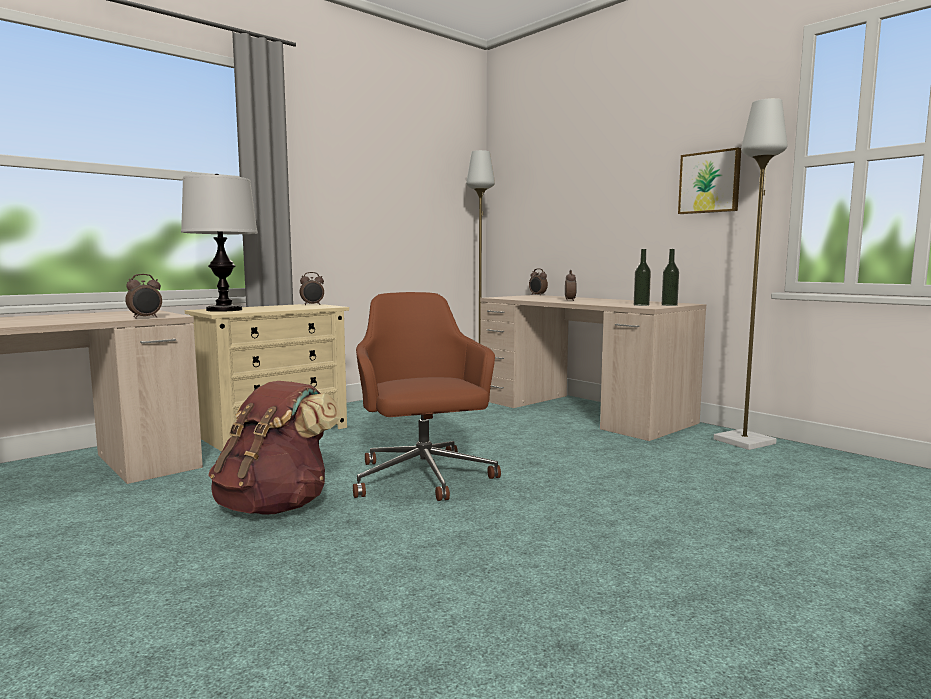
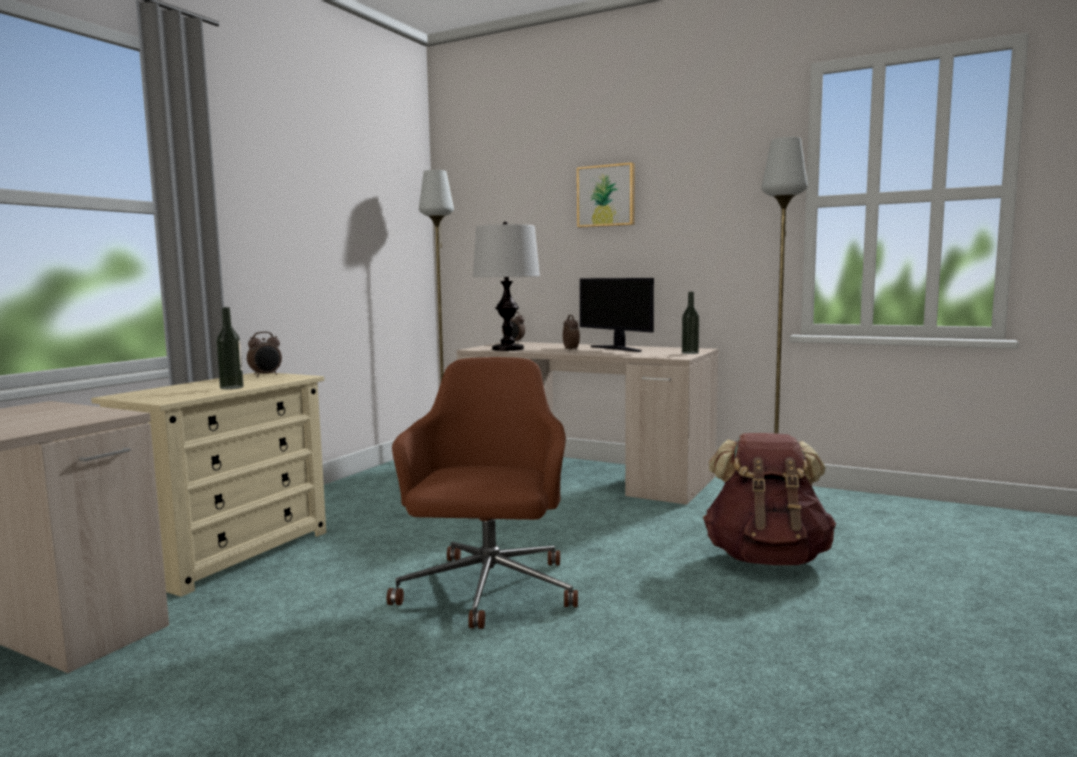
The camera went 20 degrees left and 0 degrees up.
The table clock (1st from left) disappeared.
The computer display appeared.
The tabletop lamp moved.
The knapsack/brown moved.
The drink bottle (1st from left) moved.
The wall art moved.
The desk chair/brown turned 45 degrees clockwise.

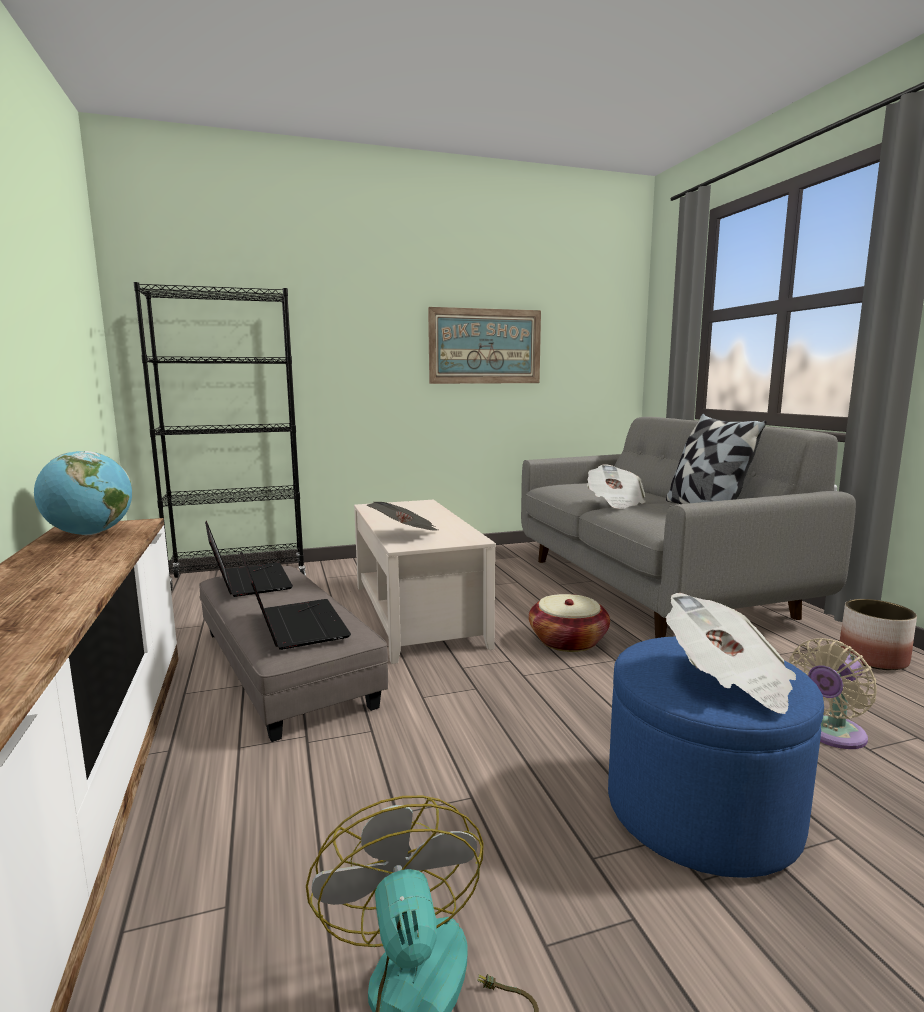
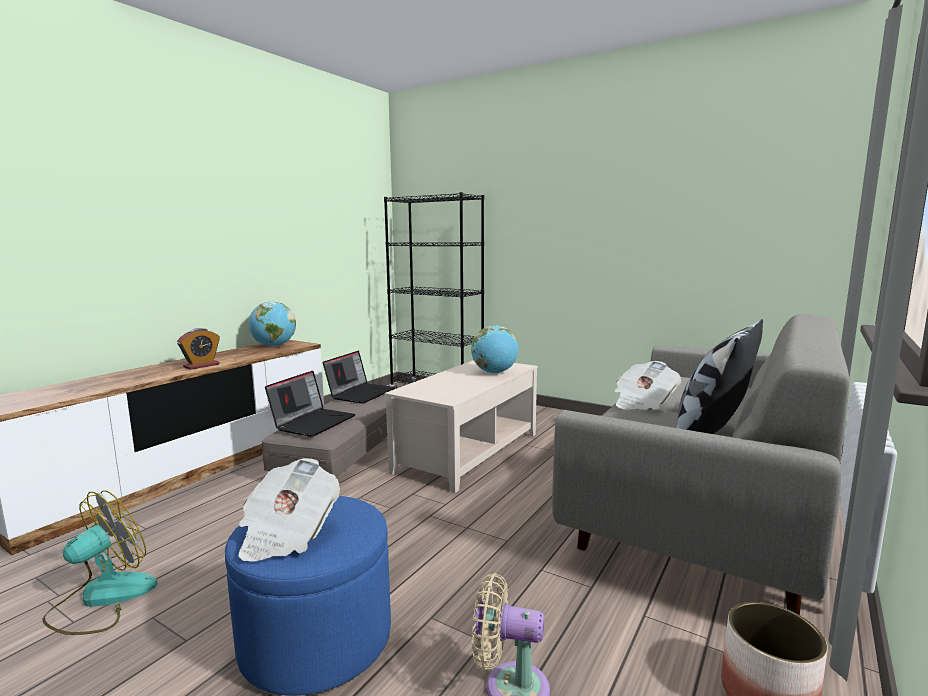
The camera went 50 degrees right and 0 degrees up.
The printed paper (1st from left) disappeared.
The wall art disappeared.
The household basket disappeared.
The table clock appeared.
The world globe (2nd from left) appeared.

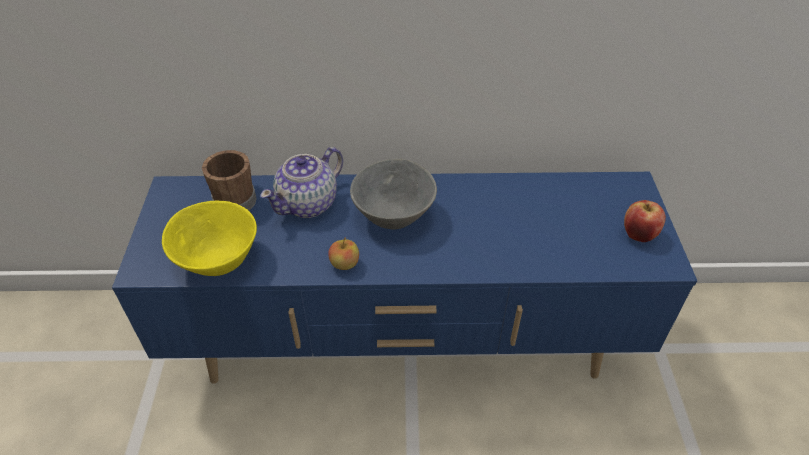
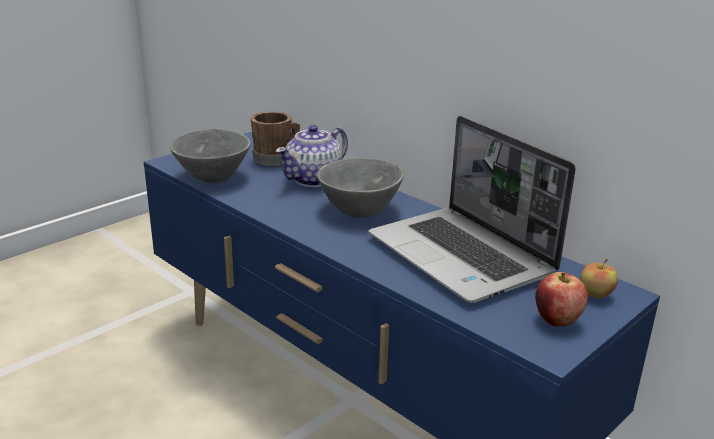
The camera went 45 degrees right and 20 degrees down.
The laptop appeared.
The apple fruit (1st from left in the first image) moved.
The deep dish/yellow-coloured became the deep dish/gray (1st from left).
The tea pot turned 45 degrees counterclockwise.

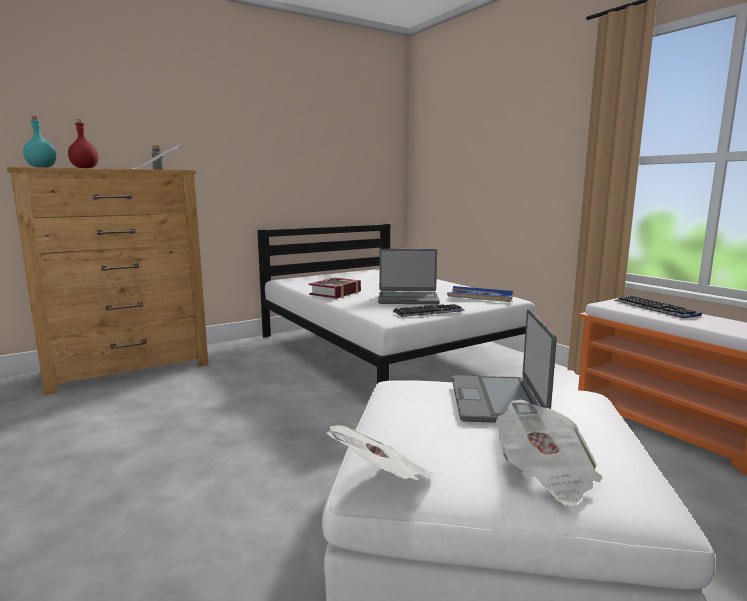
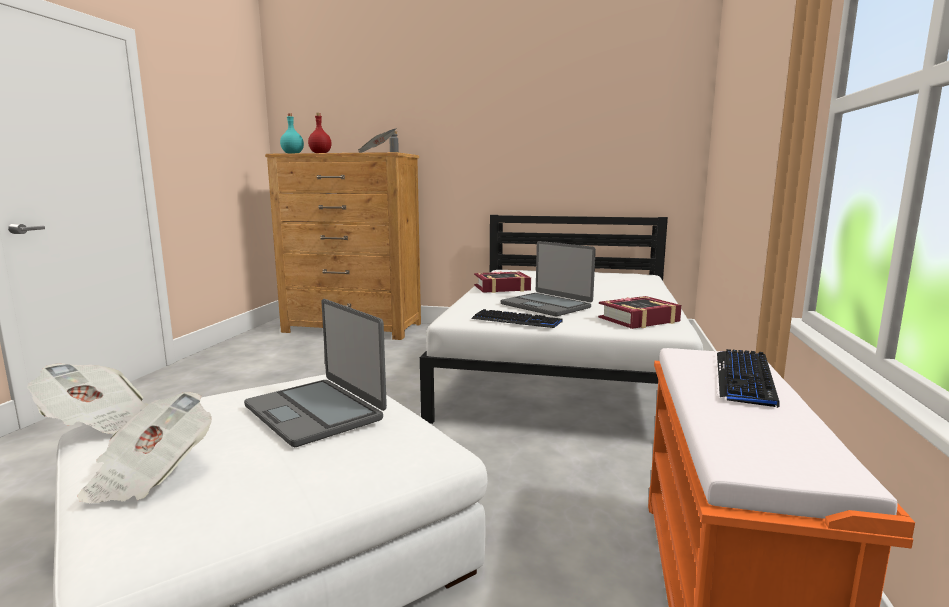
The camera went 45 degrees right and 0 degrees up.
The serving tray/blue-coloured was replaced by the bound book (2nd from left).
The laptop (2nd from left in the first image) turned 90 degrees counterclockwise.

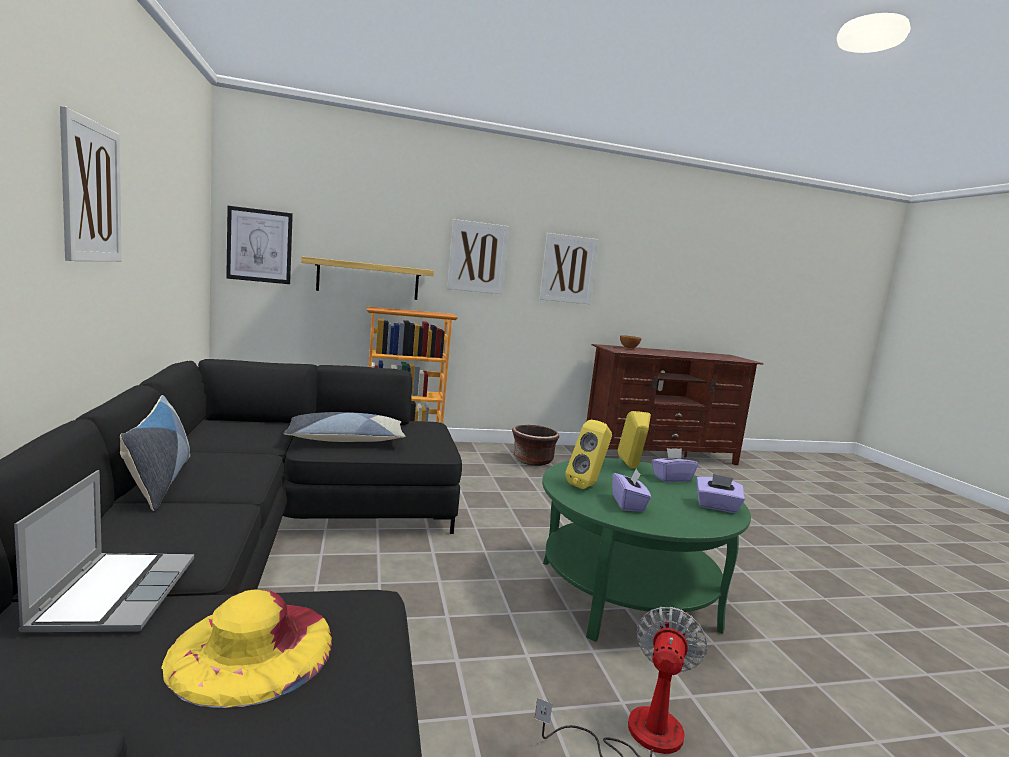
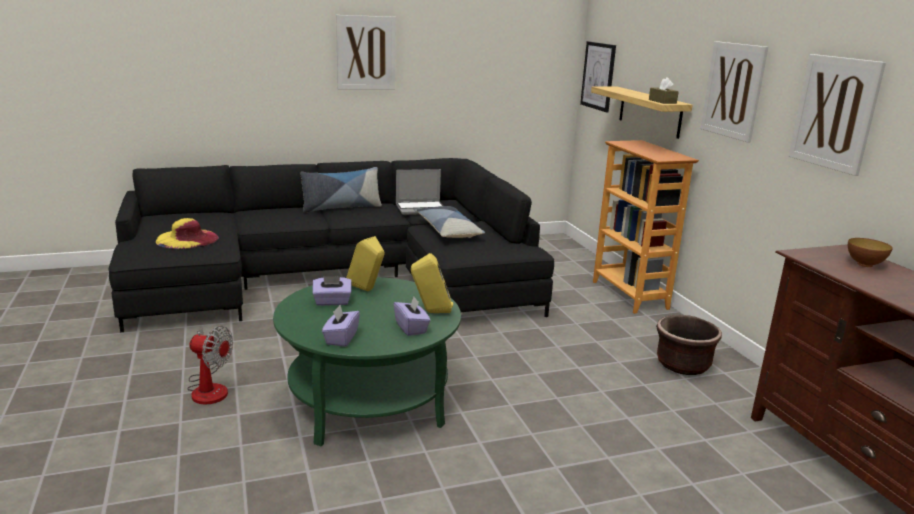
The camera went 85 degrees right and 10 degrees up.
The tissue holder/brown appeared.
The laptop moved.

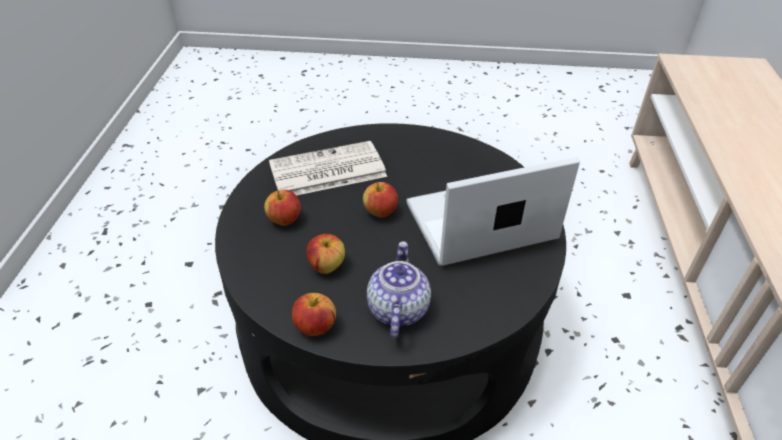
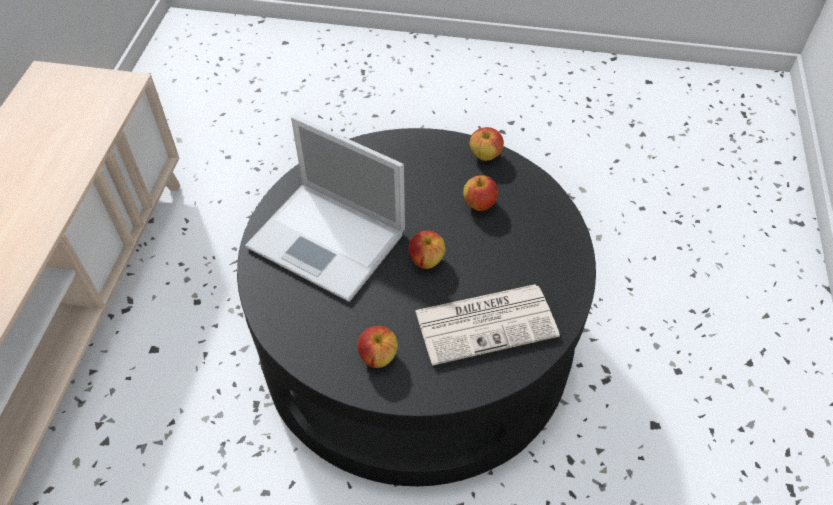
The camera went 175 degrees left and 10 degrees up.
The tea pot disappeared.
The apple fruit (1st from left) moved.
The laptop turned 45 degrees clockwise.

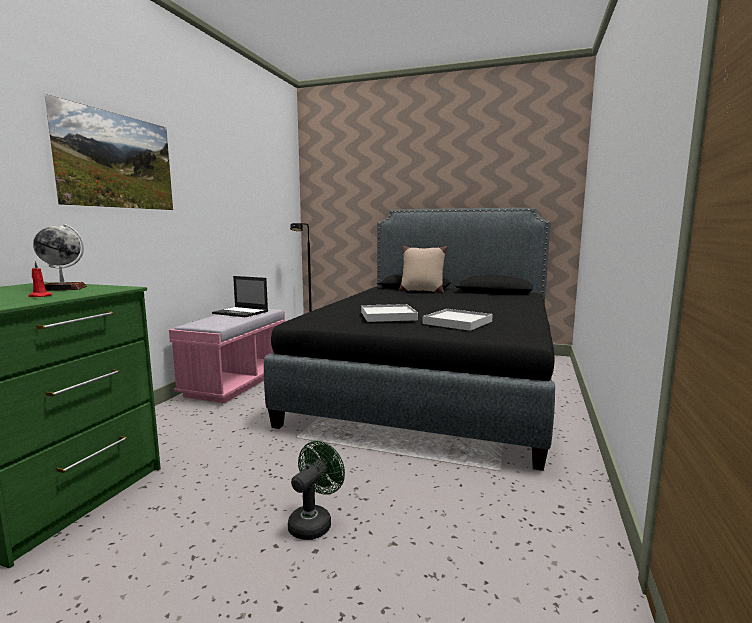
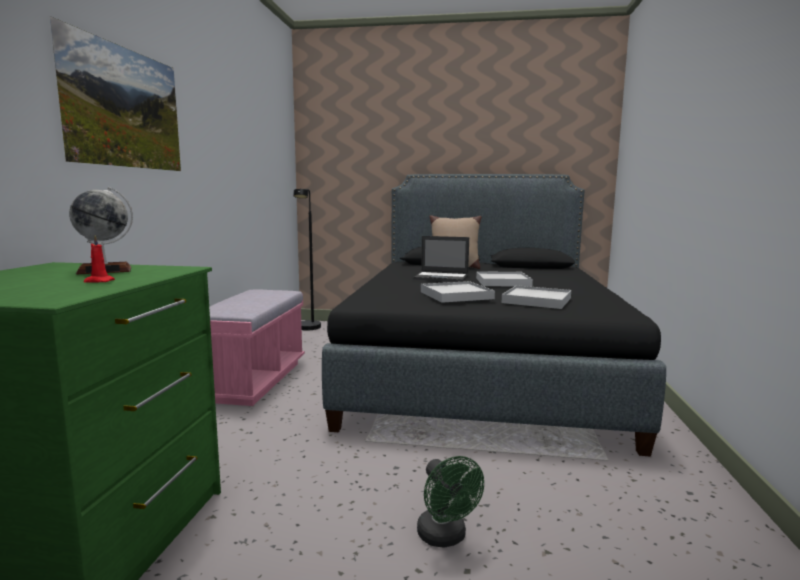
The camera went 10 degrees left and 0 degrees up.
The serving tray/white-coloured (2nd from left) appeared.
The laptop moved.
The cooling fan/greenish turned 135 degrees clockwise.

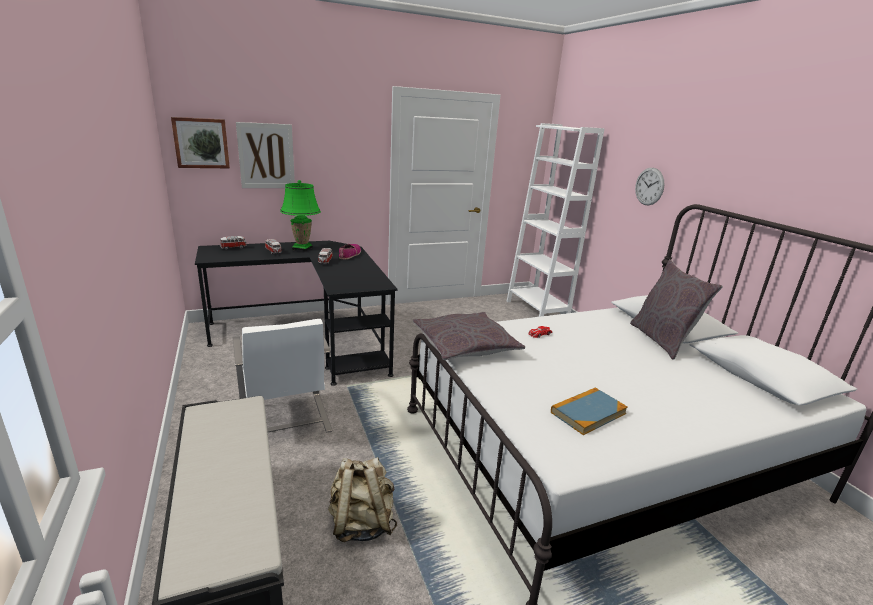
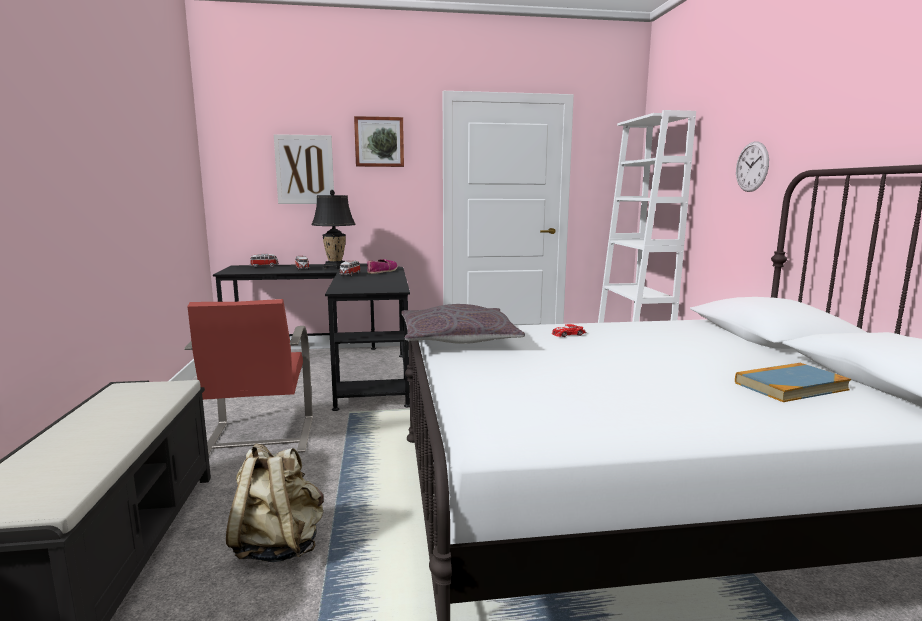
The camera went 15 degrees right and 10 degrees down.
The pillow/gray (2nd from left) disappeared.
The wall art (1st from left in the first image) moved.
The bound book moved.
The upright chair/white-coloured became the upright chair/red-coloured.
The tabletop lamp/greenish became the tabletop lamp/black.

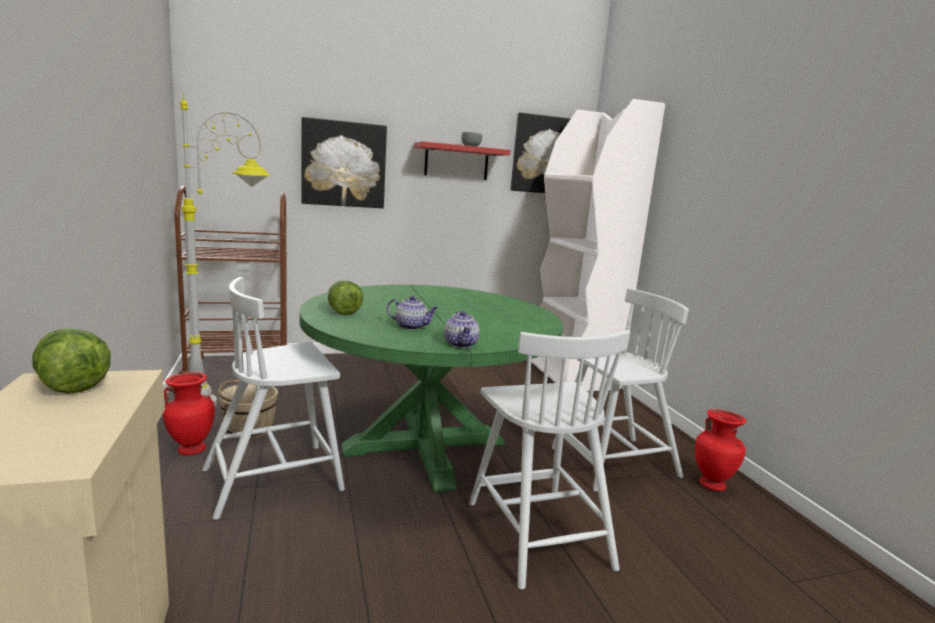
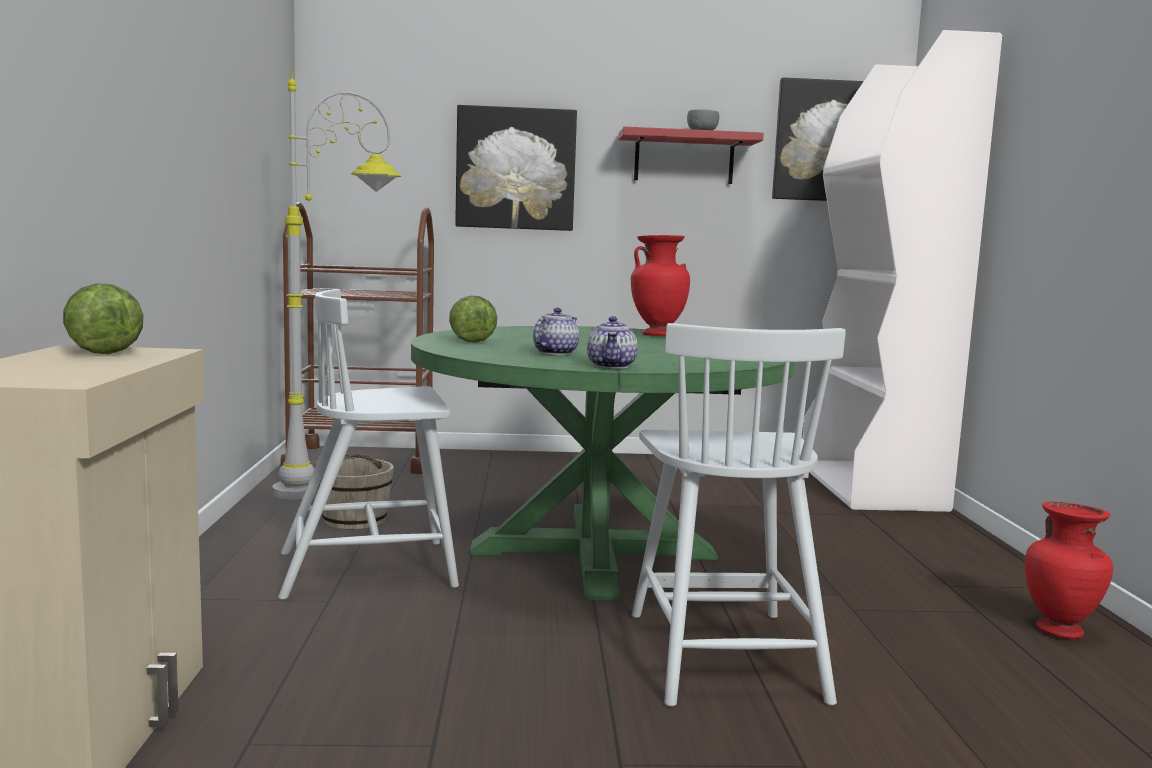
The camera went 15 degrees right and 5 degrees down.
The upright chair/white-coloured (3rd from left) disappeared.
The vase/red-coloured (1st from left) moved.
The tea pot (1st from left) turned 90 degrees counterclockwise.

